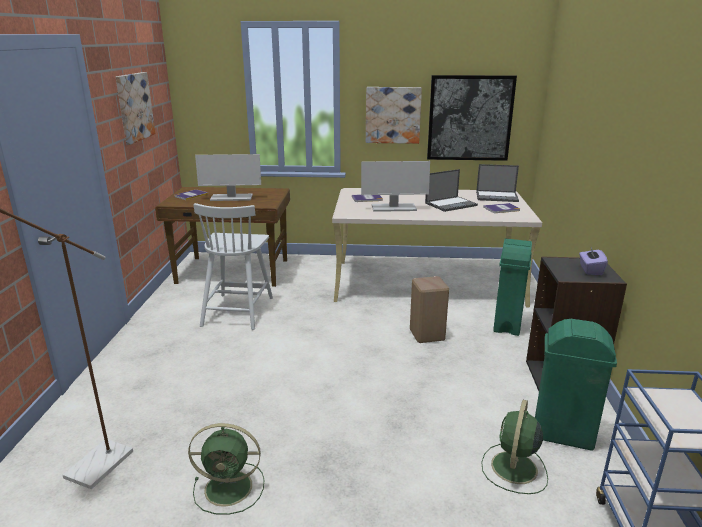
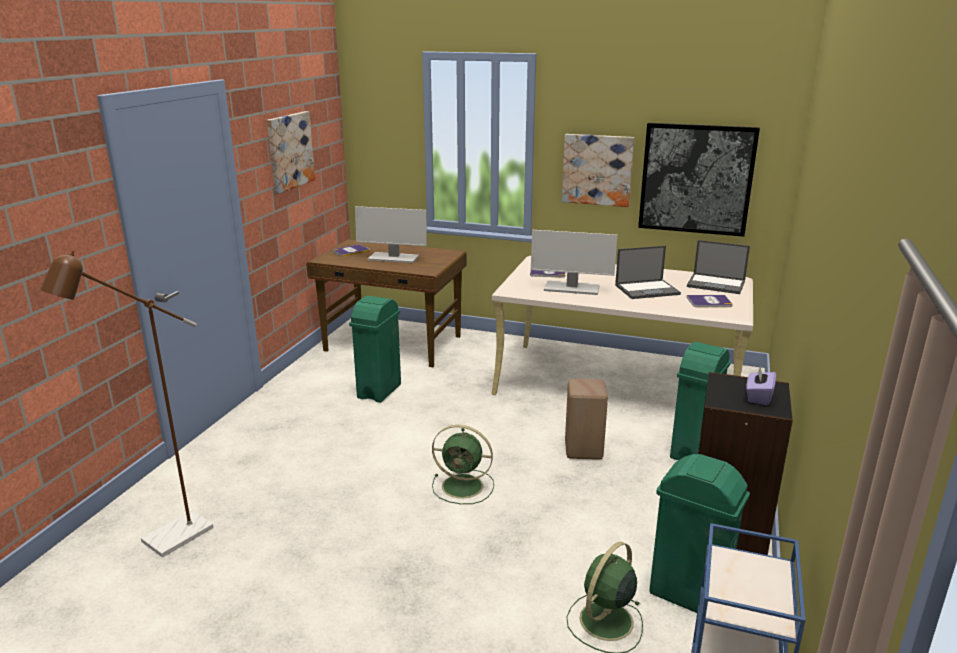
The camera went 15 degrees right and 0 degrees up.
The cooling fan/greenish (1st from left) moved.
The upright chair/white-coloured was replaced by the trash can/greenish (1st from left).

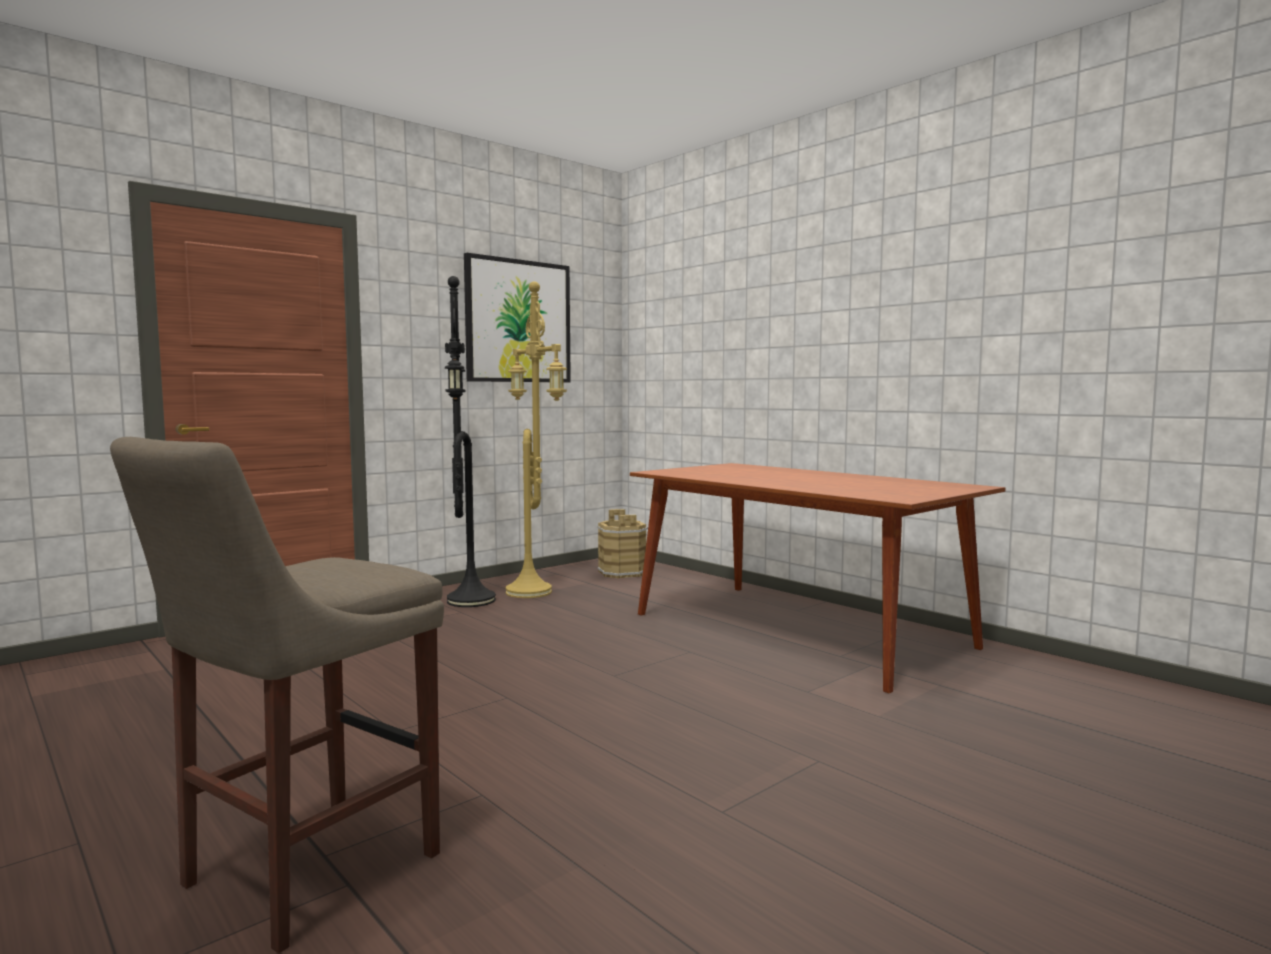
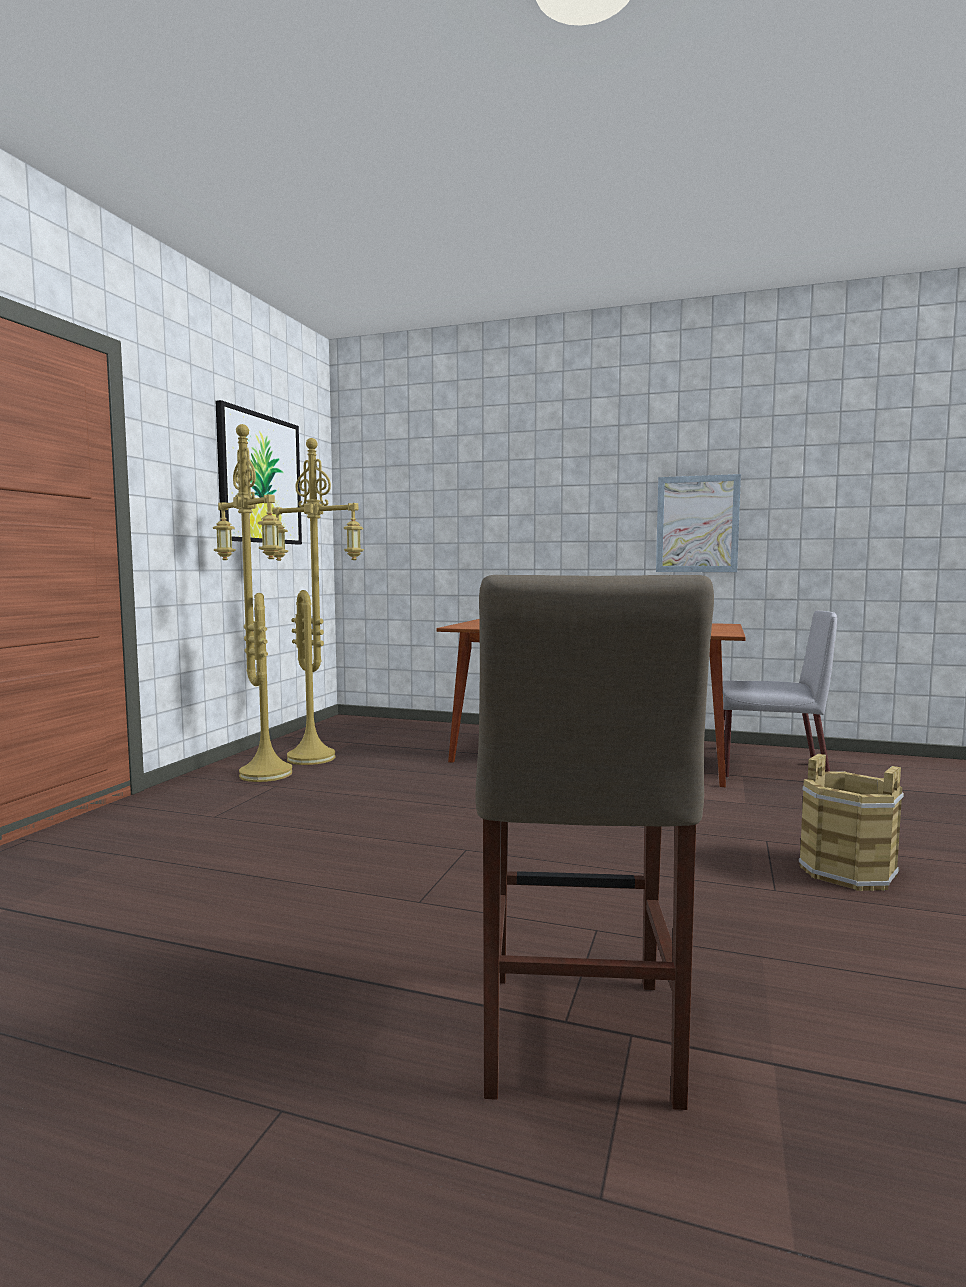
The camera went 30 degrees left and 0 degrees up.
The wall art (2nd from left) appeared.
The upright chair/gray appeared.
The water bucket/brown moved.
The floor lamp/black became the floor lamp/yellow-coloured (1st from left).

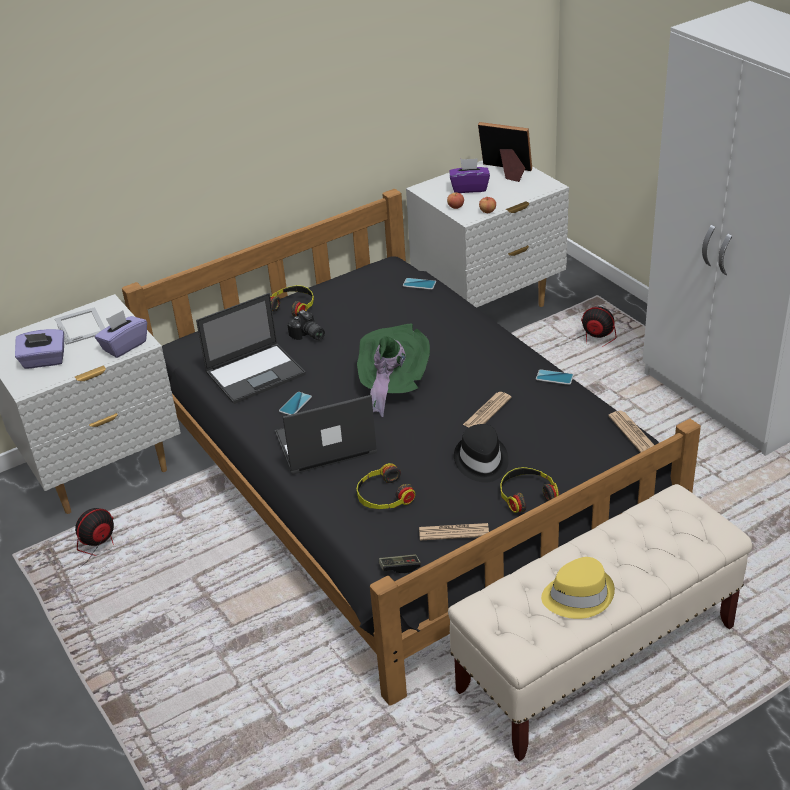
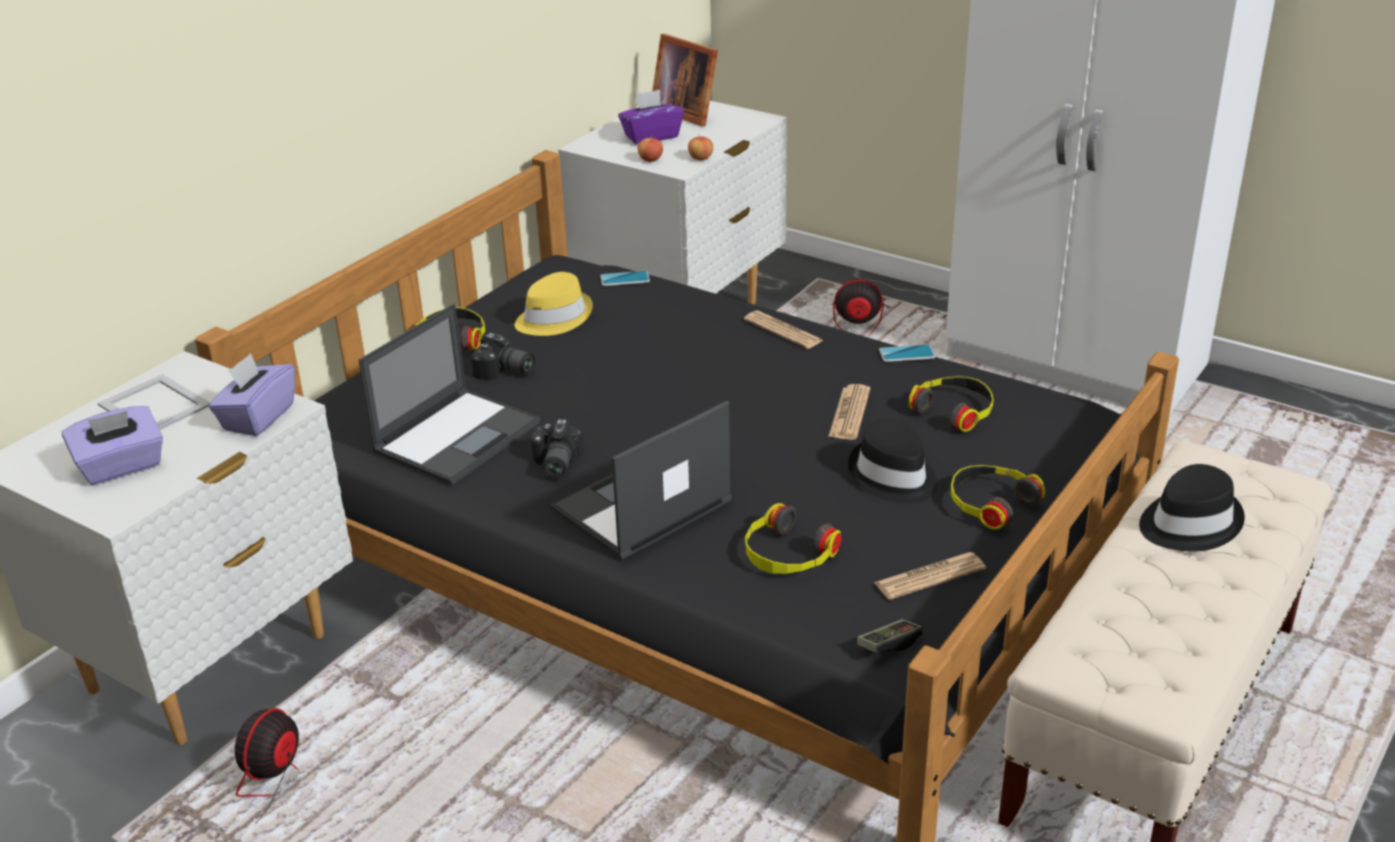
The camera went 25 degrees left and 5 degrees down.
The wearable hat/greenish disappeared.
The pair of headphones (3rd from left) appeared.
The wearable hat/black (2nd from left) appeared.
The wearable hat/yellow-coloured moved.
The printed paper (3rd from left in the first image) moved.
The telephone (1st from left) was replaced by the still camera (2nd from left).
The picture frame (2nd from left) turned 135 degrees counterclockwise.

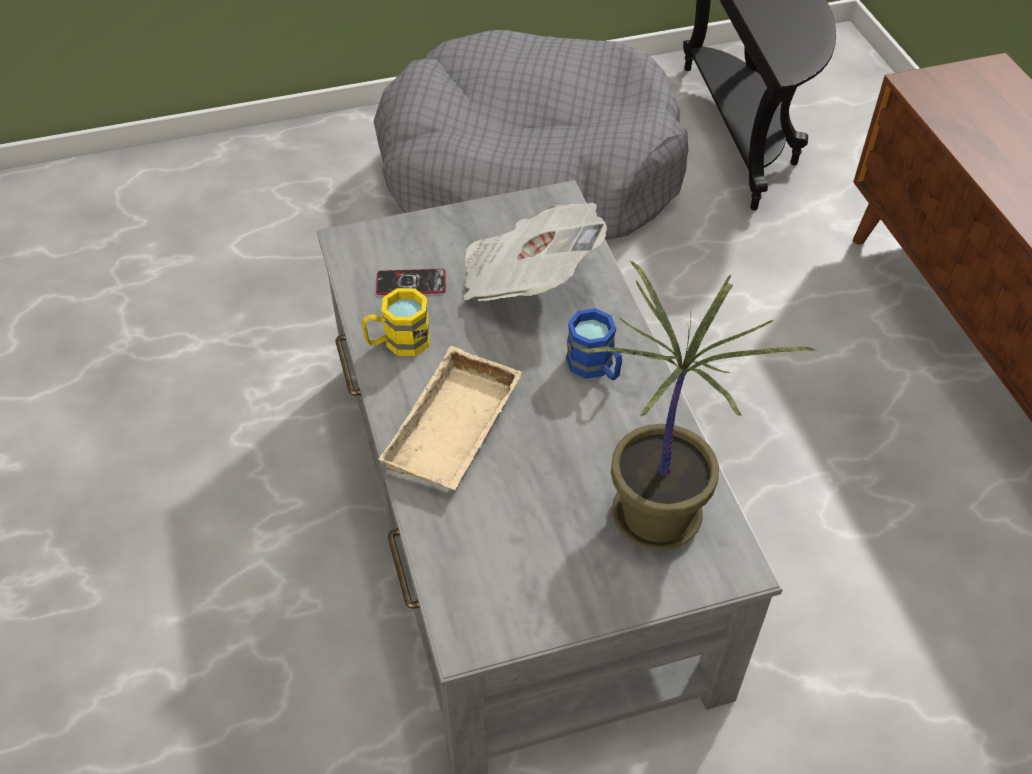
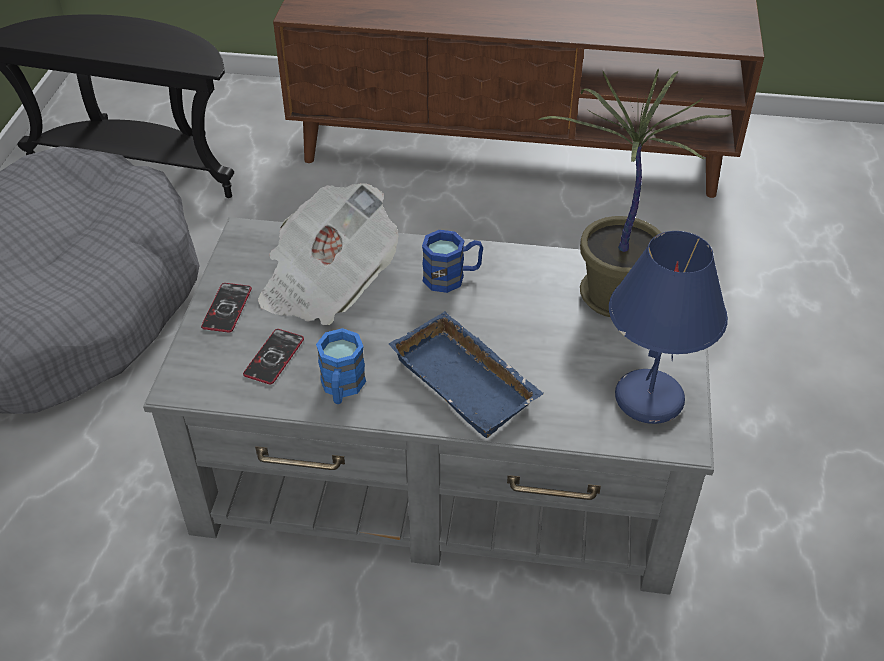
The camera went 65 degrees left and 5 degrees down.
The telephone (1st from left) appeared.
The tabletop lamp/blue-coloured appeared.
The coffee mug/yellow-coloured became the coffee mug/blue-coloured (1st from left).
The serving tray/beige became the serving tray/blue-coloured.

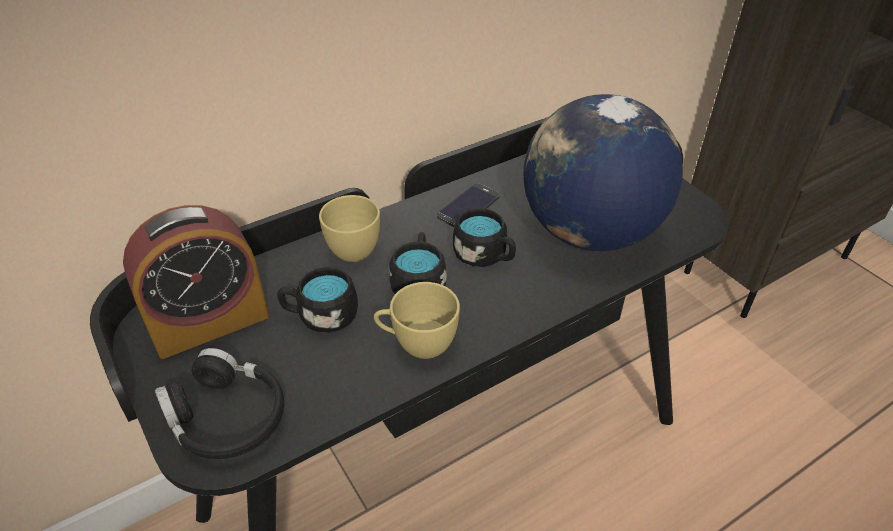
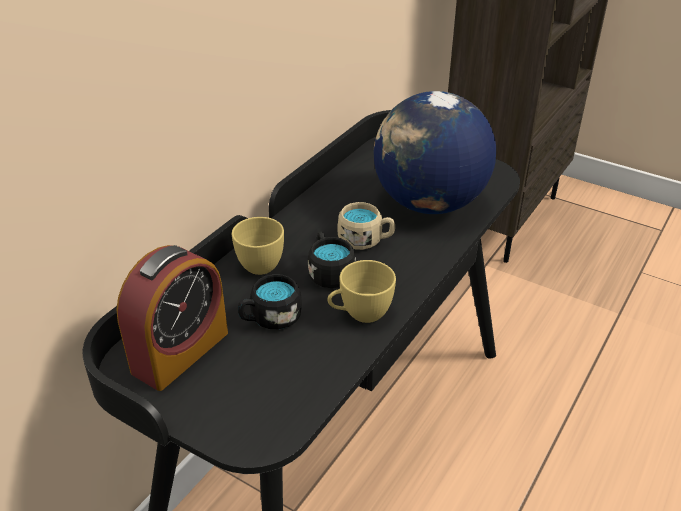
The camera went 25 degrees left and 5 degrees down.
The pair of headphones/black disappeared.
The telephone disappeared.
The coffee mug/black (3rd from left) became the coffee mug/beige.

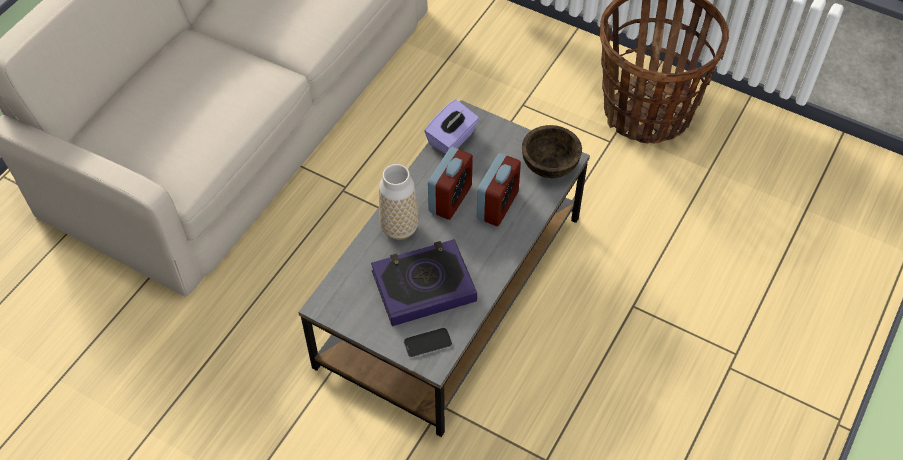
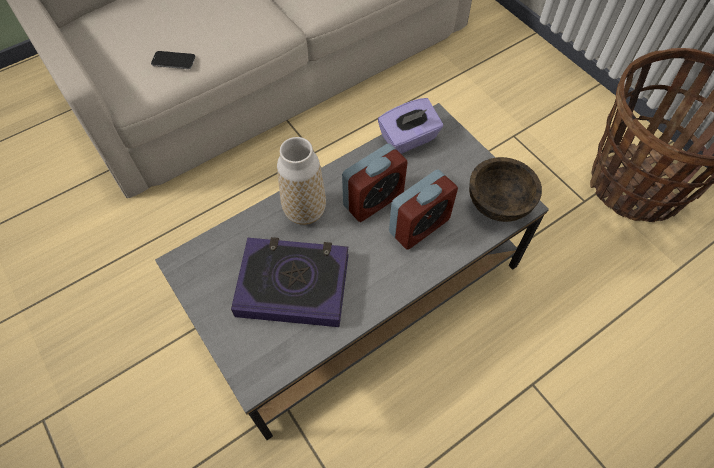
The camera went 25 degrees right and 5 degrees up.
The telephone moved.

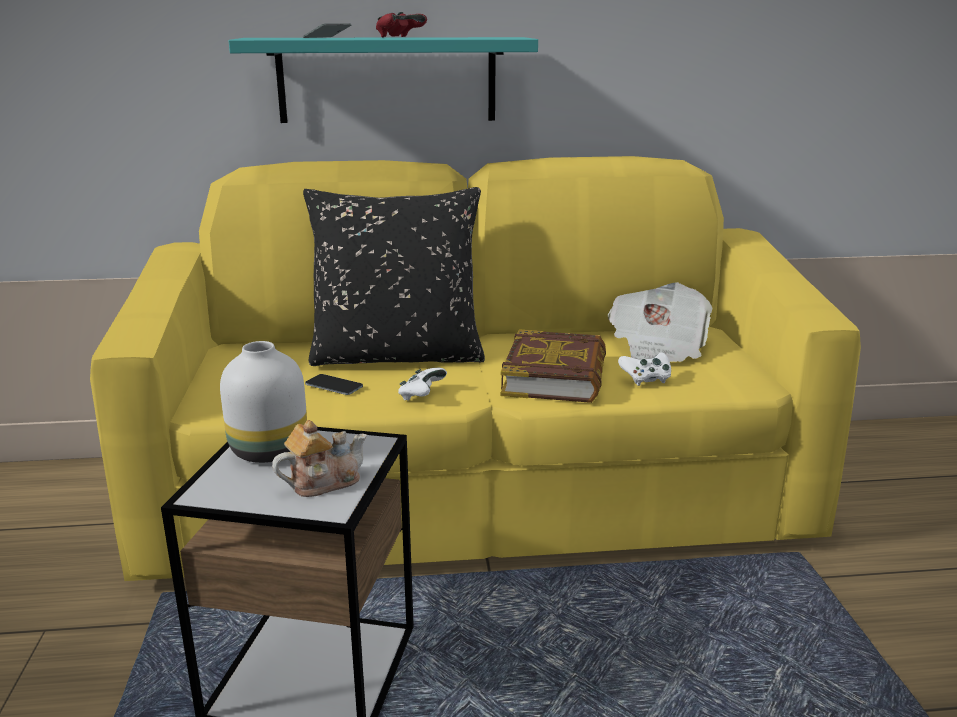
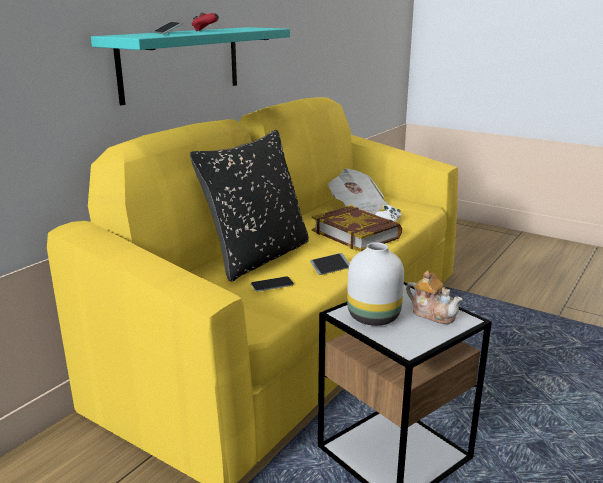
The camera went 50 degrees left and 0 degrees up.
The game controller/white-coloured (1st from left) was replaced by the telephone (3rd from left).
The tea pot turned 120 degrees clockwise.

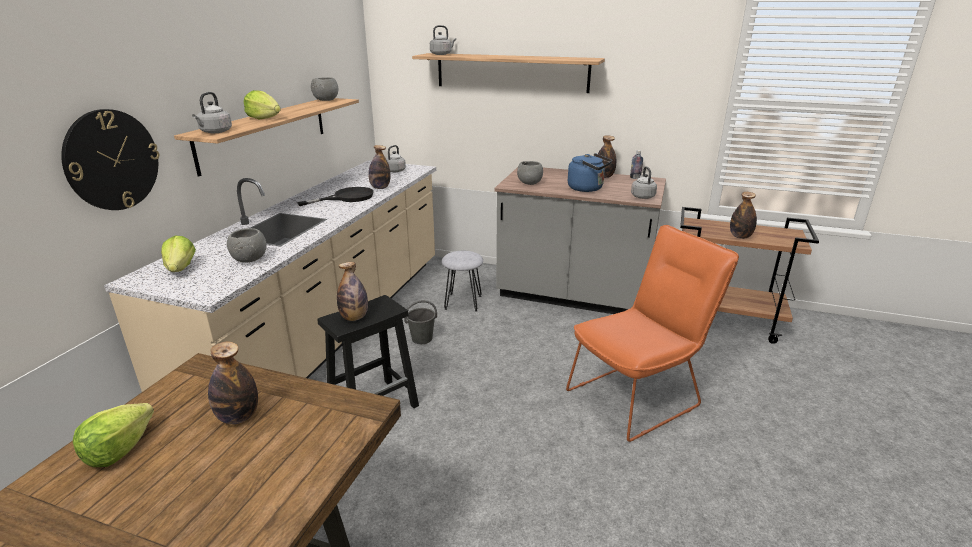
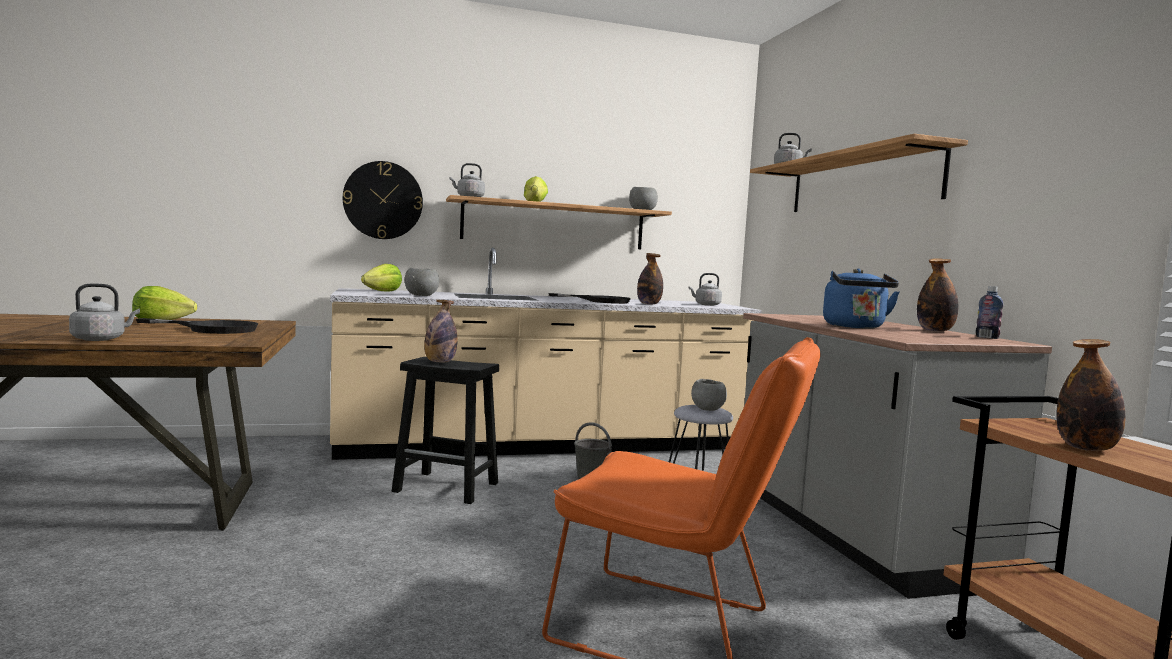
The camera went 55 degrees right and 20 degrees down.
The deep dish/gray (3rd from left) moved.
The kettle/gray (4th from left in the first image) moved.
The drink bottle (1st from left) was replaced by the skillet/black (1st from left).

